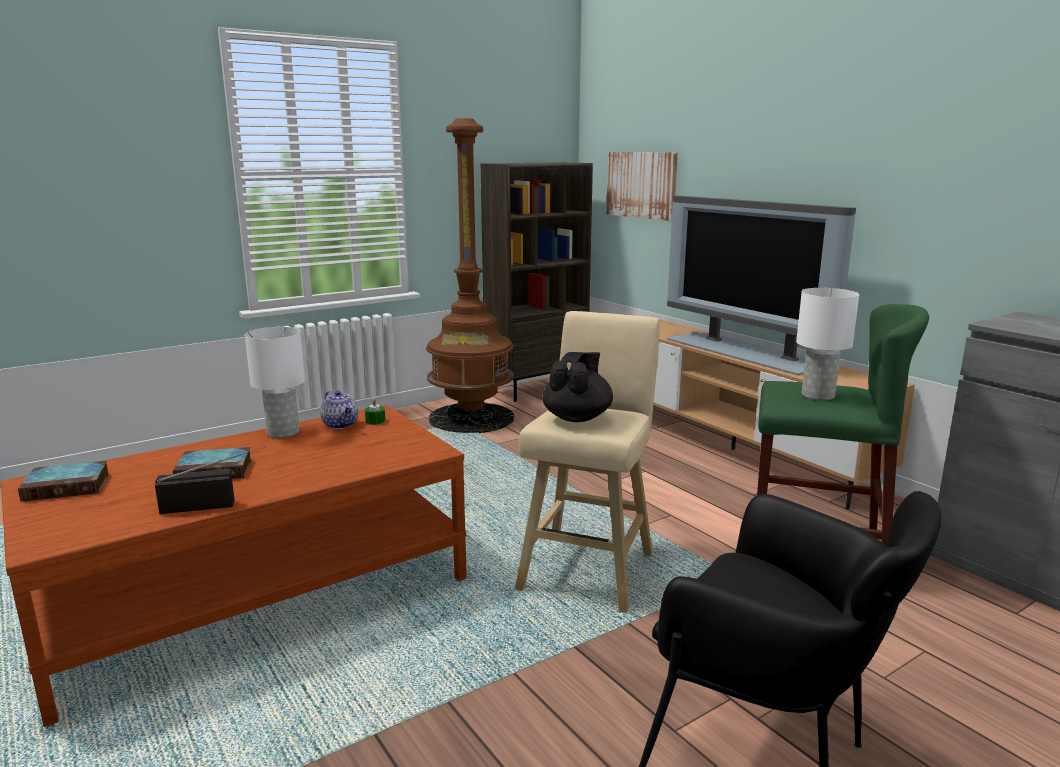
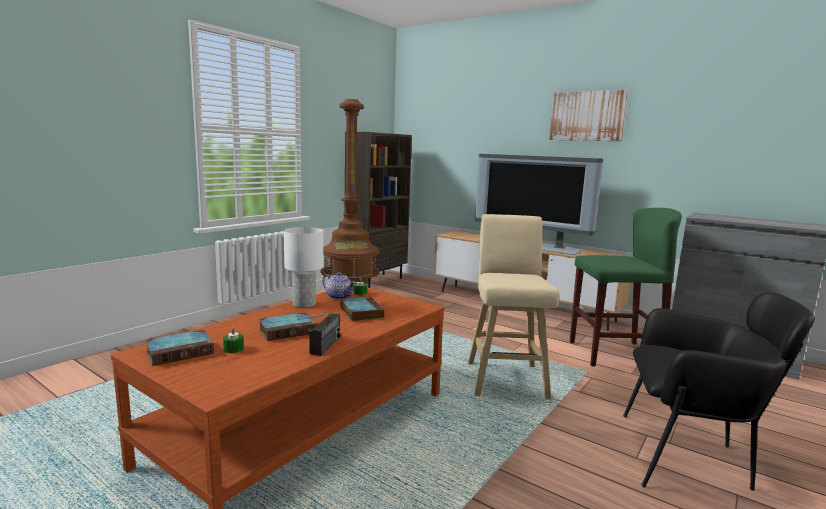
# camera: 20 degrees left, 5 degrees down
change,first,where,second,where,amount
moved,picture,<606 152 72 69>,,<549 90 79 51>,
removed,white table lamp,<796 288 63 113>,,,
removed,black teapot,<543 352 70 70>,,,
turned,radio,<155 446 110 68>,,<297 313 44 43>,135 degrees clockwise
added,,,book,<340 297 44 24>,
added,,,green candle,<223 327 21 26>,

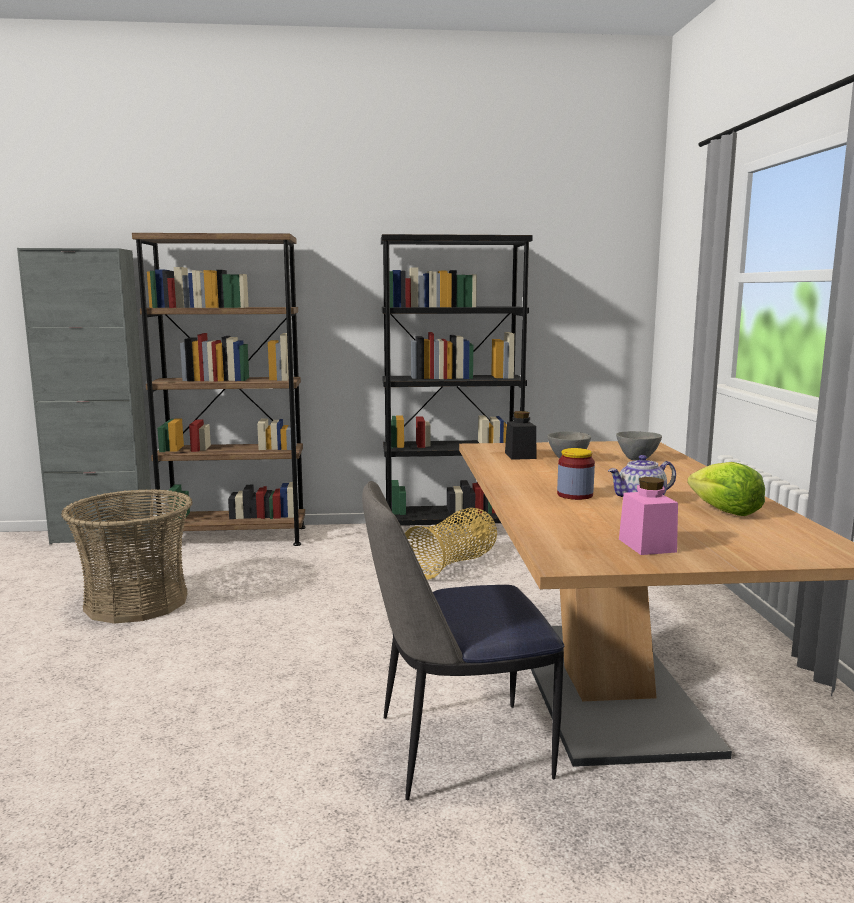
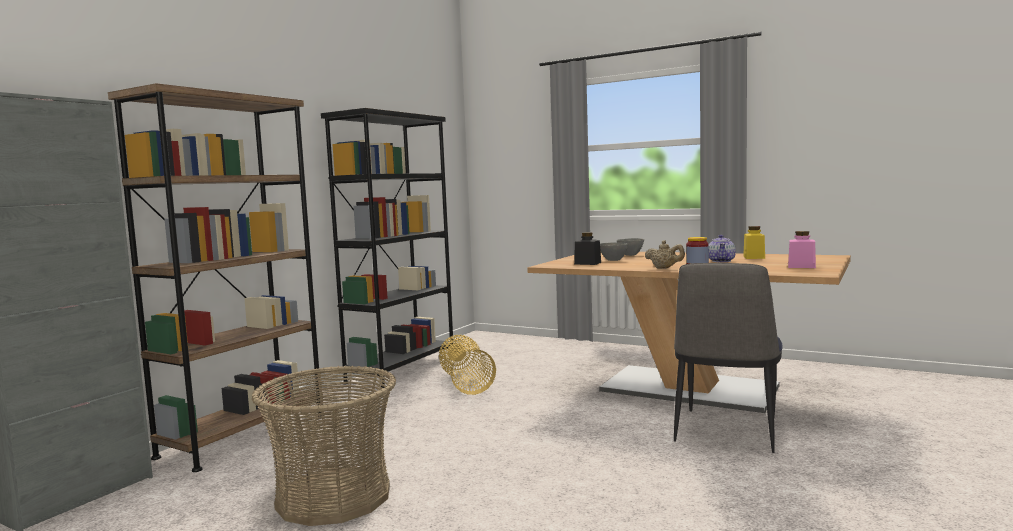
# camera: 55 degrees left, 5 degrees down
change,first,where,second,where,amount
replaced,lettuce,<687 462 78 54>,yellow jar,<743 226 22 33>,
added,,,beige teapot,<645 240 40 29>,

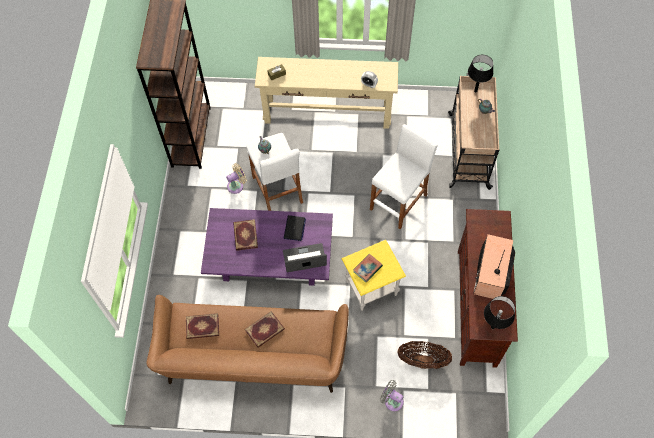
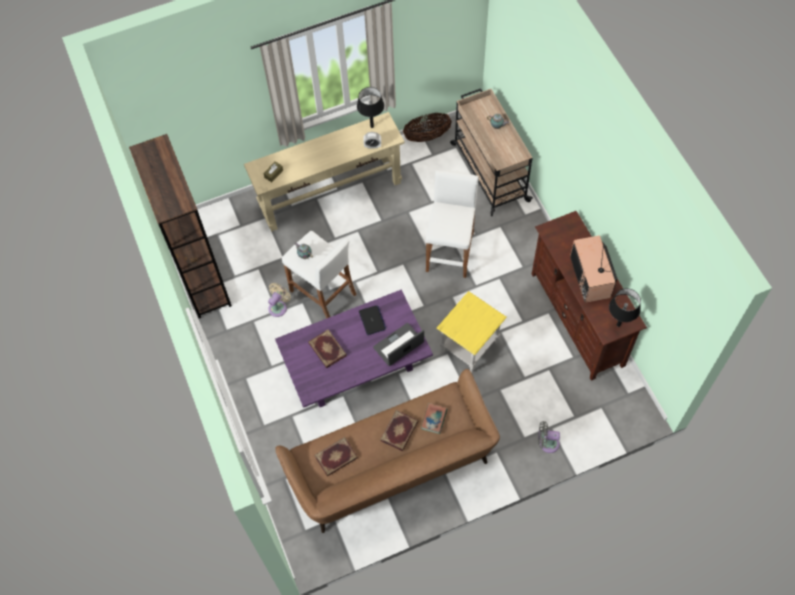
# camera: 25 degrees left, 0 degrees up
change,first,where,second,where,amount
moved,black table lamp,<468 55 25 37>,,<357 87 27 41>,
moved,book,<353 254 30 28>,,<421 403 26 31>,
moved,basket,<397 341 55 28>,,<403 113 49 29>,

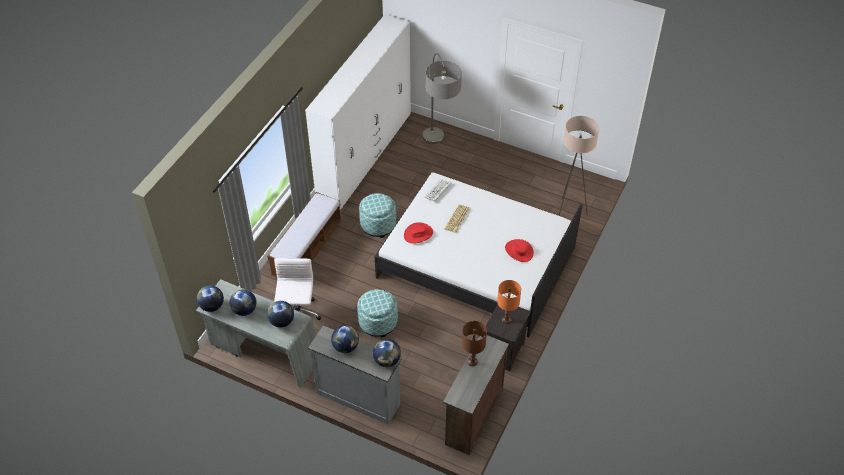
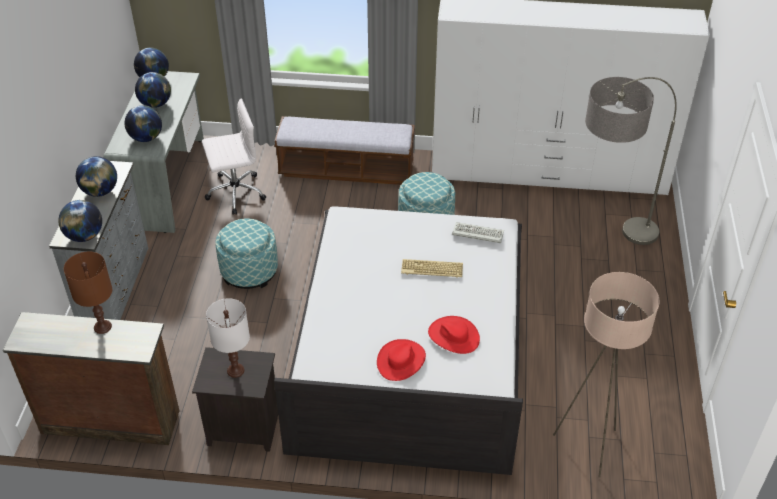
# camera: 70 degrees right, 5 degrees down
change,first,where,second,where,amount
moved,red hat,<404 222 29 22>,,<428 316 52 38>,
recoloured,orange table lamp,<497 280 24 44>,white table lamp,<206 298 44 80>,

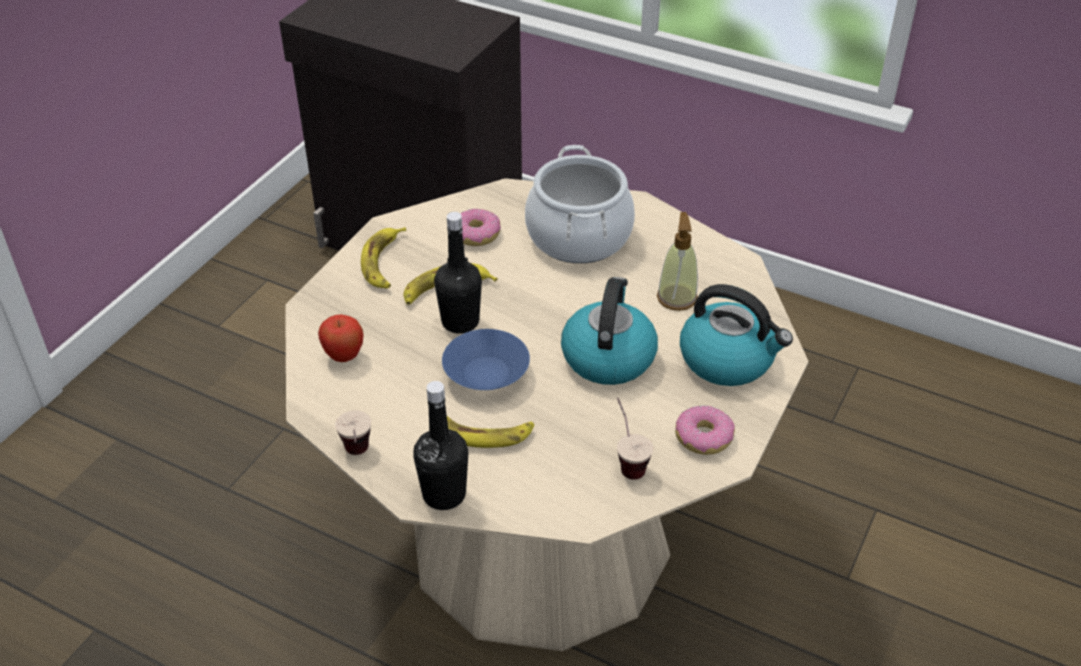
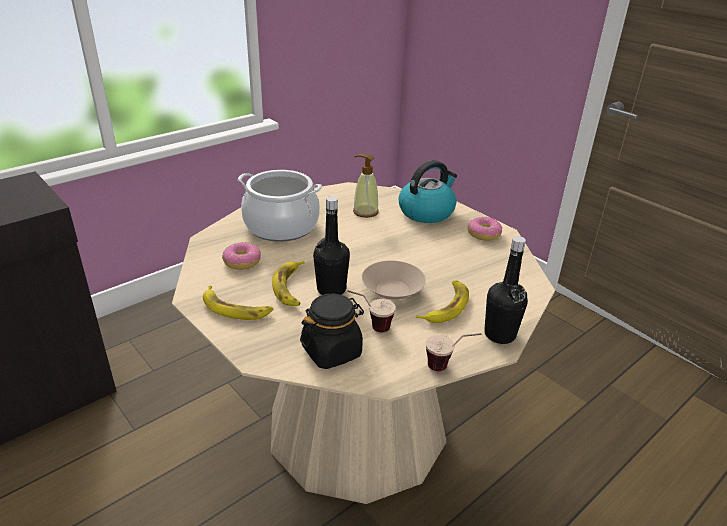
# camera: 70 degrees left, 10 degrees down
change,first,where,second,where,amount
removed,kettle,<561 277 97 108>,,,
replaced,apple,<318 315 46 47>,black jar,<300 294 64 75>,
recoloured,blue bowl,<442 329 88 61>,beige bowl,<362 261 64 39>,
moved,cup,<617 398 36 82>,,<347 290 49 42>,

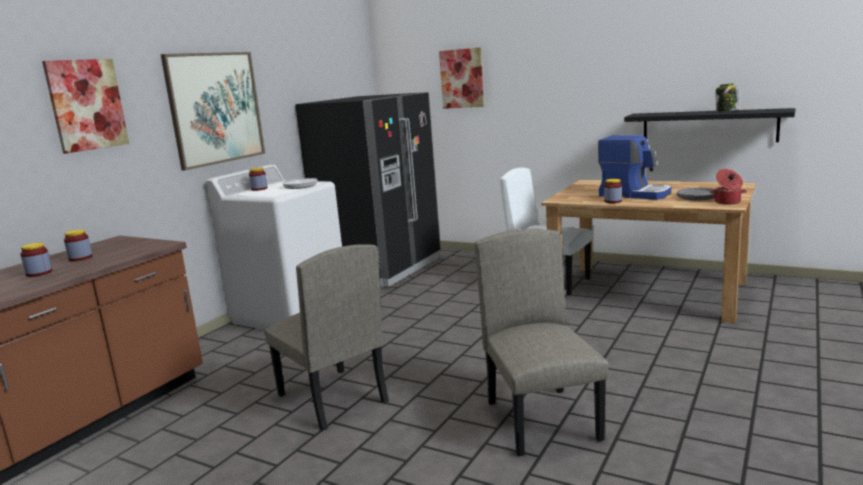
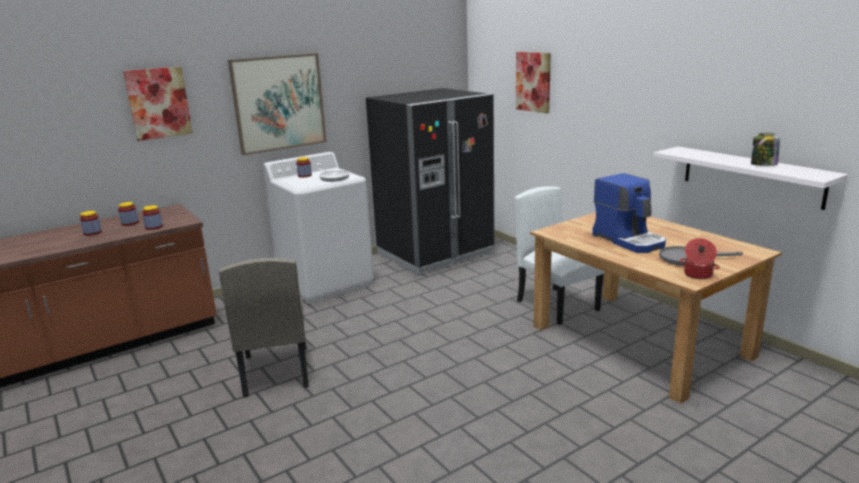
# camera: 25 degrees right, 5 degrees up
change,first,where,second,where,amount
recoloured,black shelf,<624 108 172 34>,white shelf,<653 146 195 64>,
moved,jar,<604 179 18 24>,,<142 205 21 25>,
removed,beige chair,<475 229 134 227>,,,

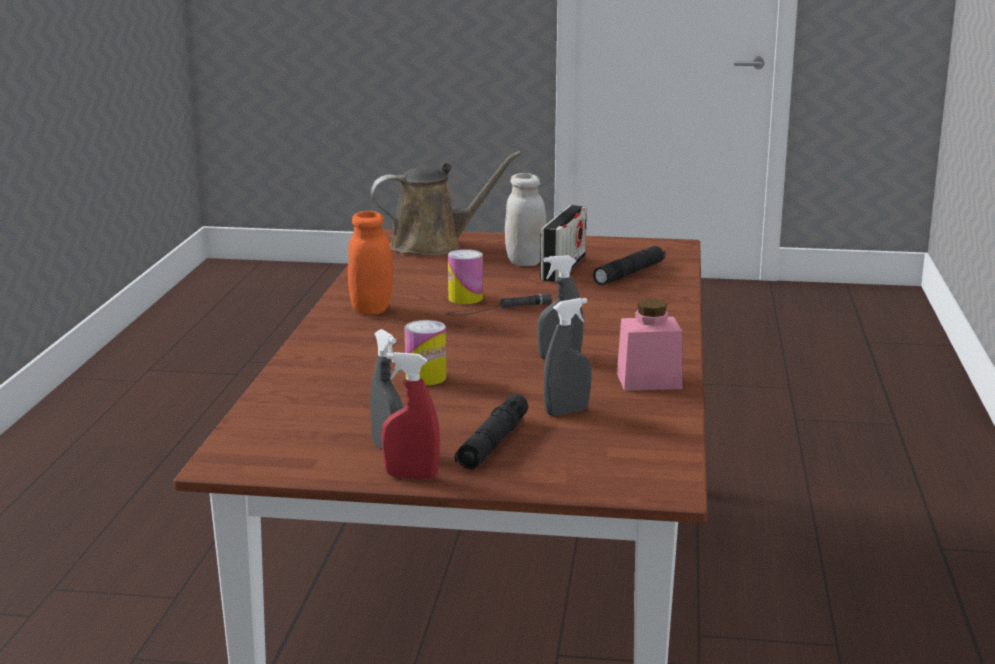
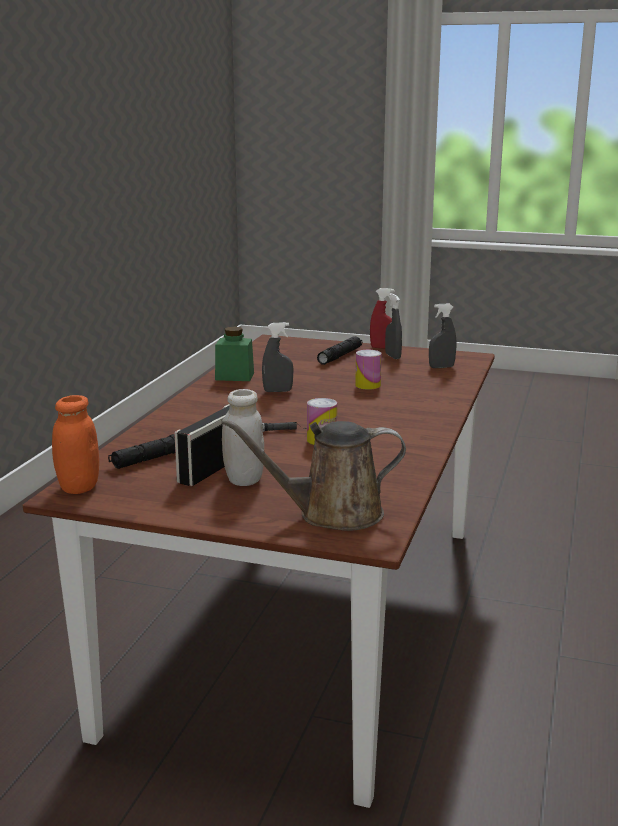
# camera: 170 degrees left, 0 degrees up
change,first,where,second,where,amount
moved,orange jar,<348 211 45 103>,,<52 395 47 99>,
moved,grey spray bottle,<543 298 48 118>,,<429 304 27 64>,
recoloured,pink jar,<617 299 66 92>,green jar,<215 327 39 54>,

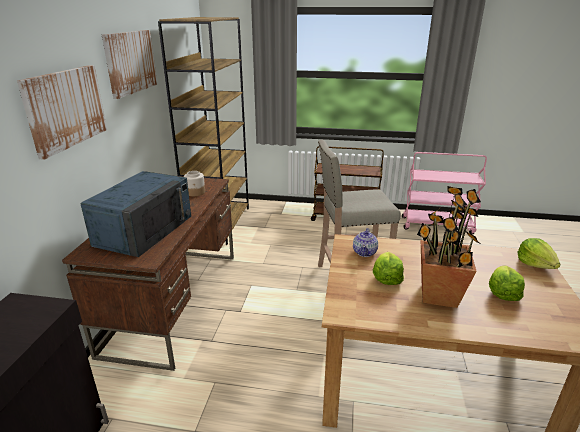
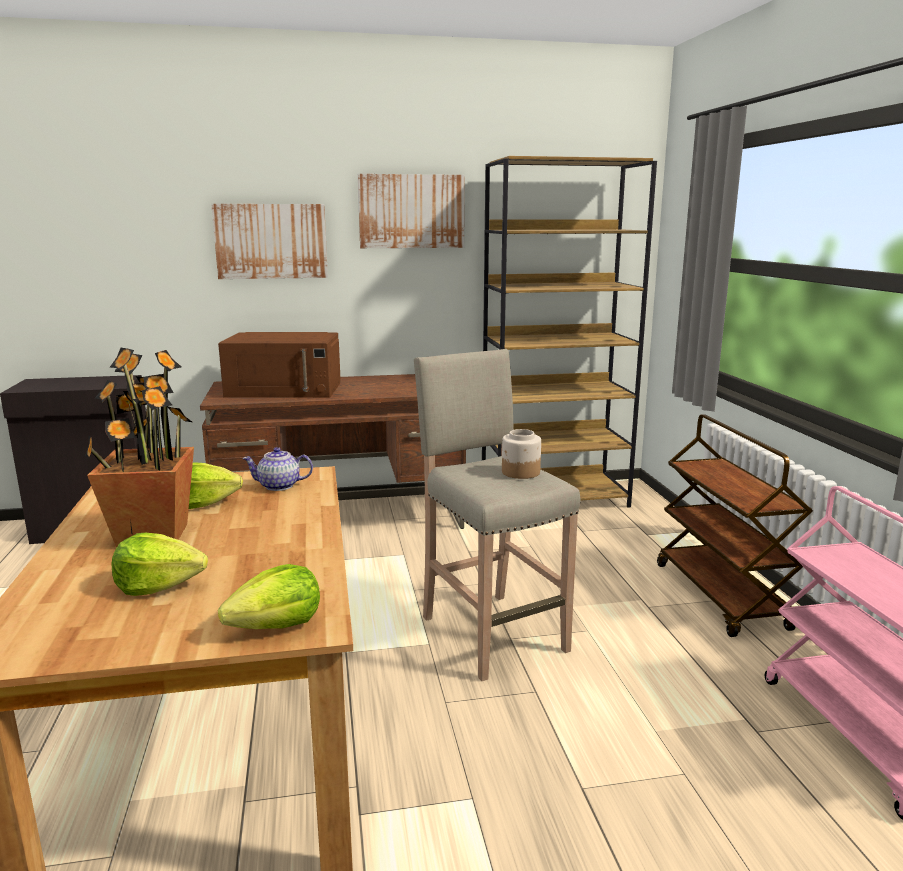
# camera: 70 degrees right, 10 degrees down
change,first,where,second,where,amount
recoloured,blue microwave,<81 171 110 86>,brown microwave,<218 332 123 66>,
moved,jar,<184 171 21 25>,,<502 429 39 50>,

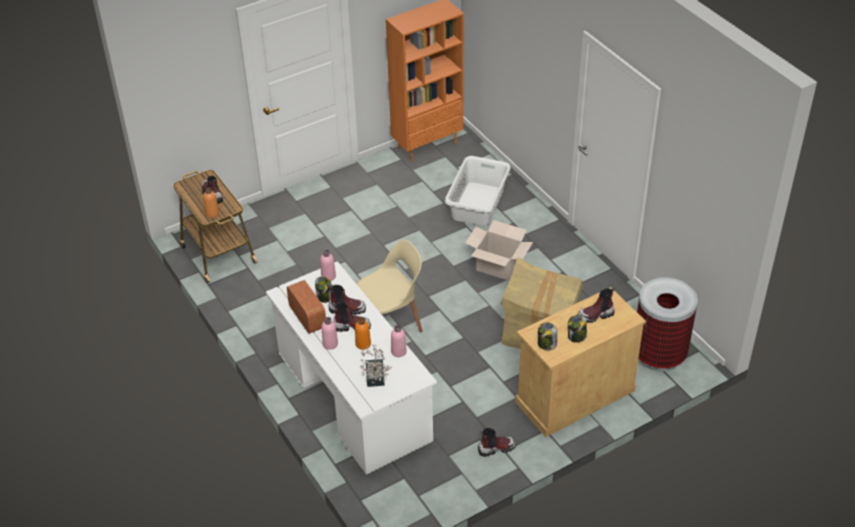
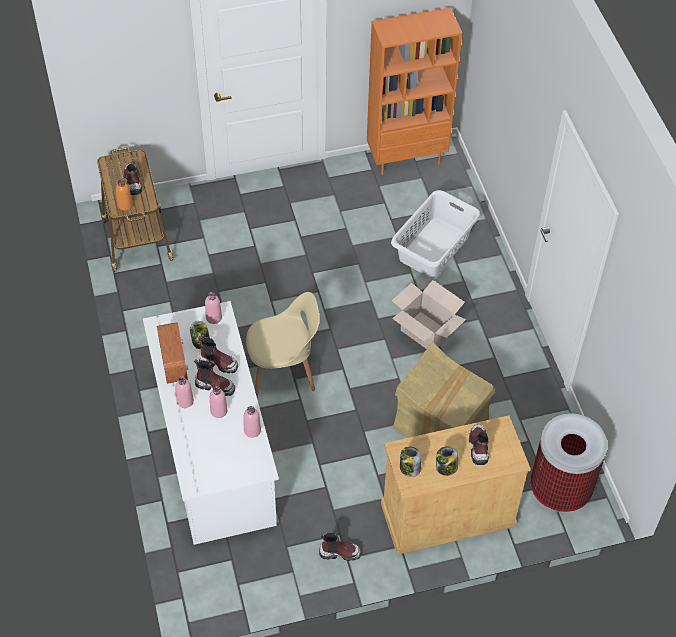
# camera: 15 degrees right, 10 degrees up
change,first,where,second,where,amount
turned,boot,<577 287 38 36>,,<469 424 20 41>,90 degrees clockwise
recoloured,orange bottle,<355 317 16 33>,pink bottle,<210 386 17 32>,
removed,potted plant,<360 345 32 42>,,,

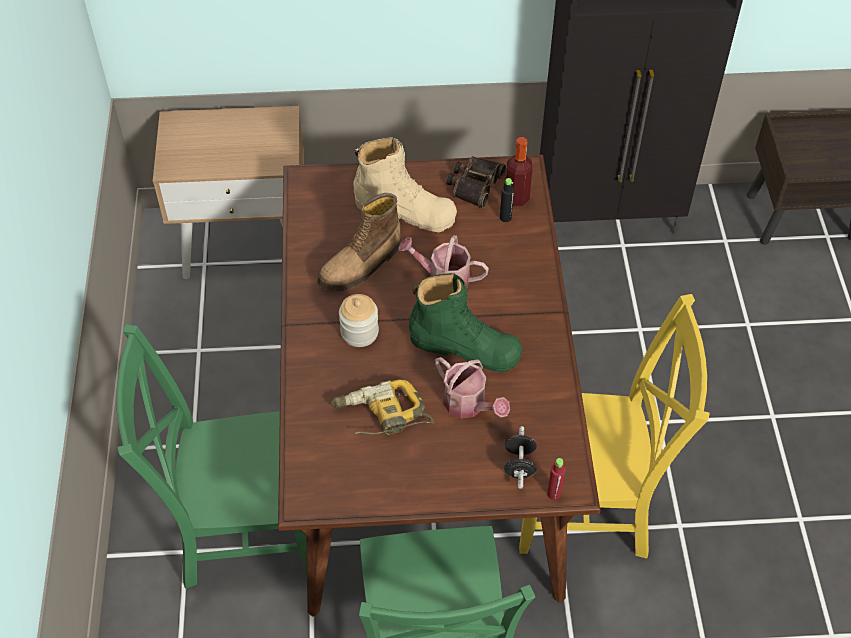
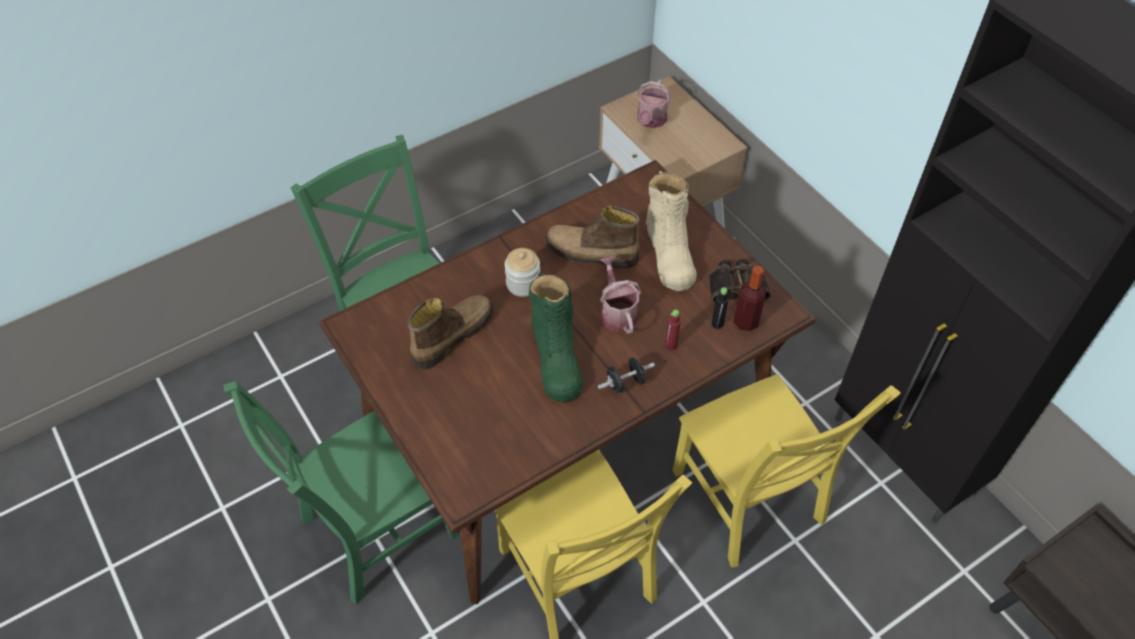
# camera: 60 degrees right, 0 degrees up
change,first,where,second,where,amount
moved,watering can,<435 357 75 61>,,<637 80 34 48>,
replaced,power drill,<331 379 103 56>,boot,<408 295 86 74>,
moved,black dumbbell,<504 426 33 63>,,<598 357 57 37>,
moved,red bottle,<547 458 19 42>,,<665 310 16 41>,
added,,,yellow chair,<673 374 228 194>,

